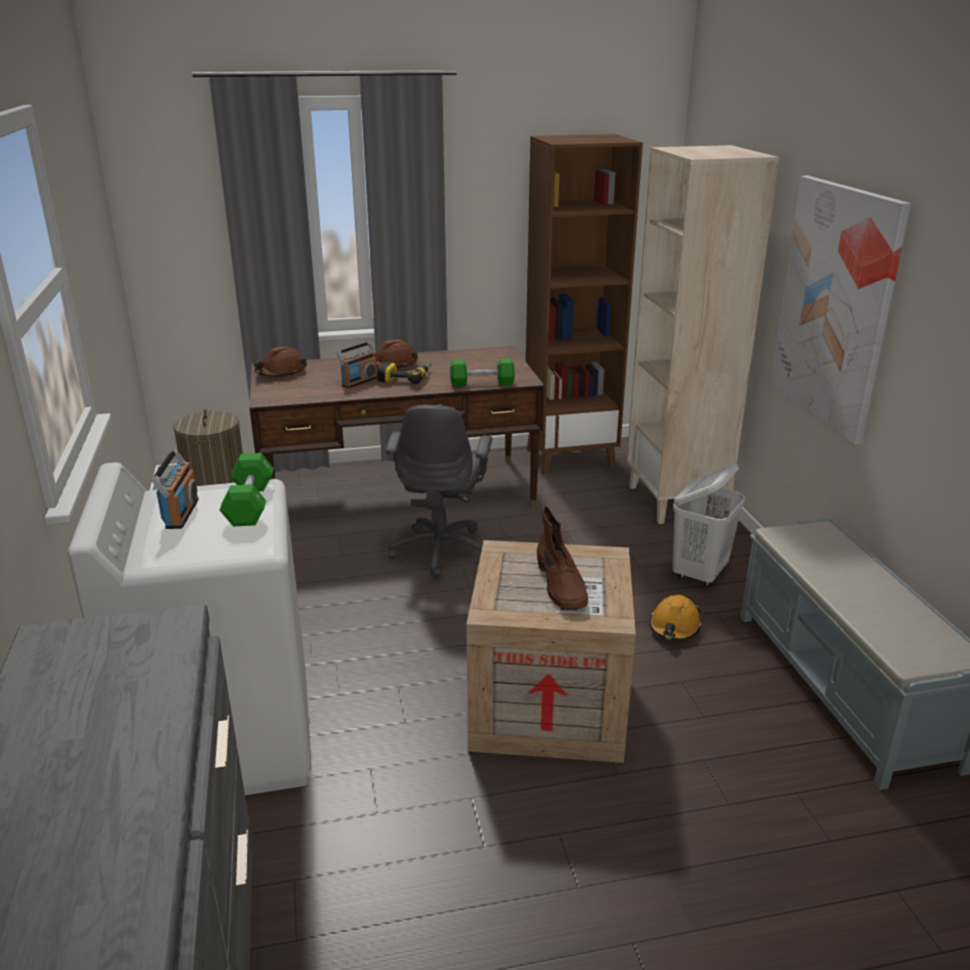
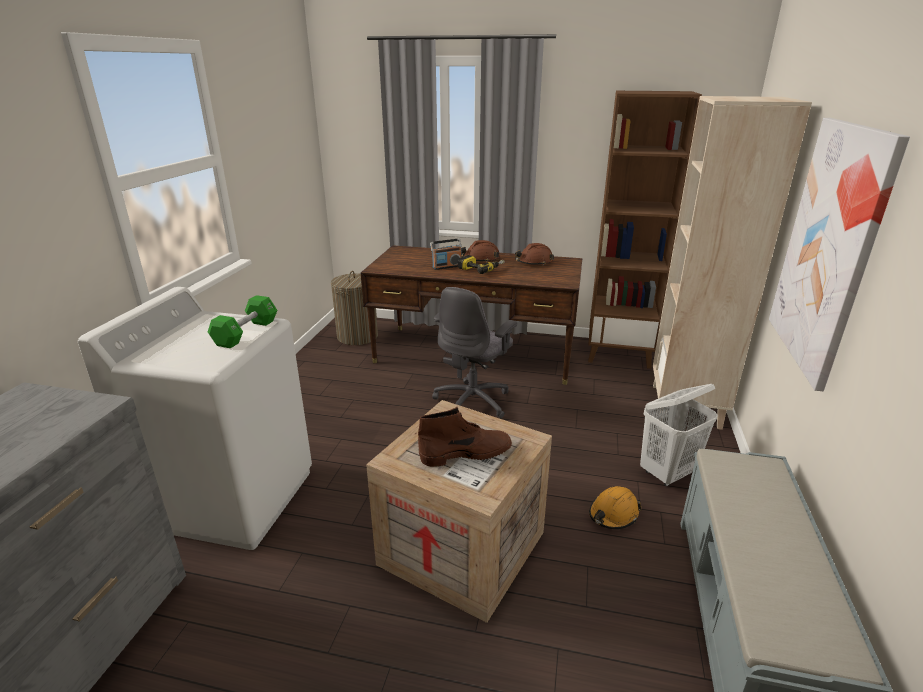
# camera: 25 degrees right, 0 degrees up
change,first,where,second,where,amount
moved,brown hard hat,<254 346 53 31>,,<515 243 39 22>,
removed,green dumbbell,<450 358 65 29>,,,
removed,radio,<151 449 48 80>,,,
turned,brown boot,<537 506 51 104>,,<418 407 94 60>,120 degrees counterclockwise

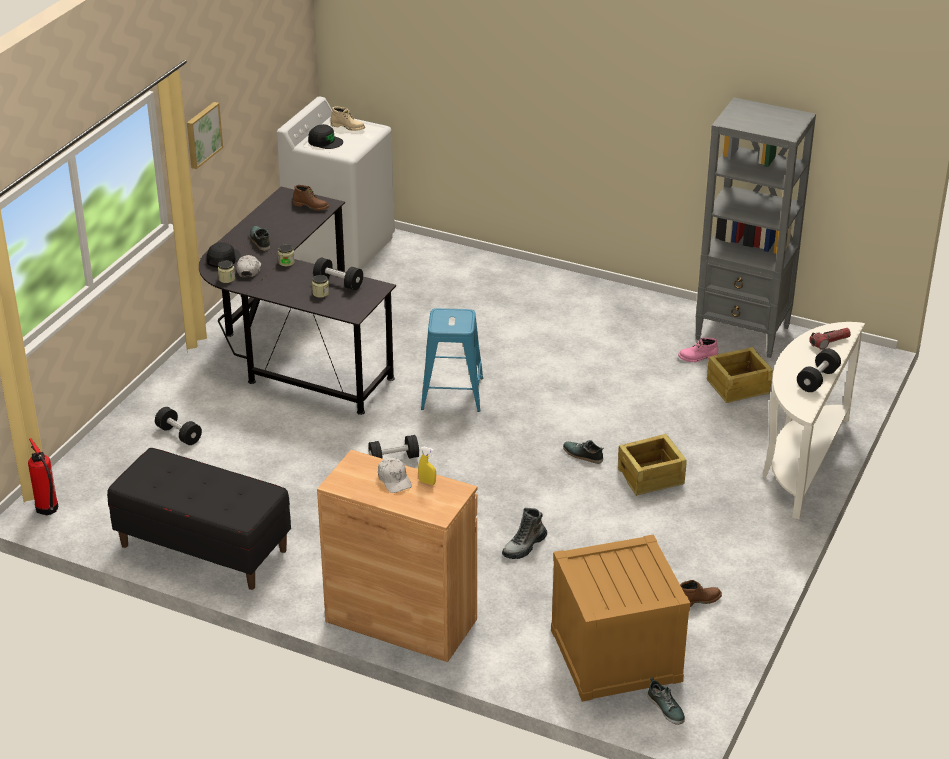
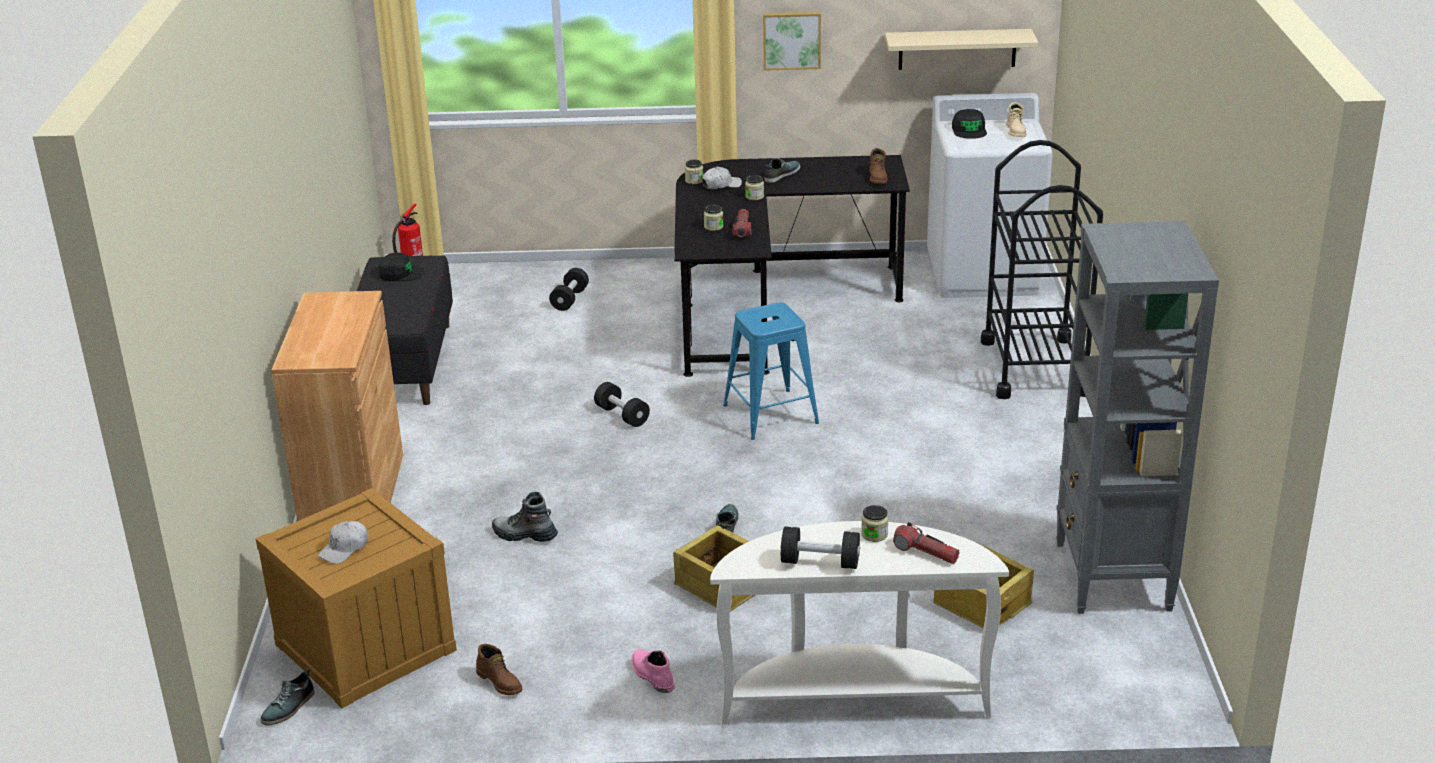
# camera: 65 degrees right, 5 degrees down
change,first,where,second,where,amount
moved,black cap,<207 242 34 26>,,<379 253 45 28>,
replaced,black dumbbell,<313 257 50 33>,flashlight,<732 209 19 28>,
moved,pink boot,<678 338 40 24>,,<631 649 44 44>,
removed,yellow spray bottle,<418 447 18 38>,,,
moved,white cap,<378 458 34 35>,,<318 521 50 43>,
added,,,beige shelf,<885 29 153 41>,
added,,,black cart,<981 140 122 259>,
added,,,jar,<861 505 28 37>,

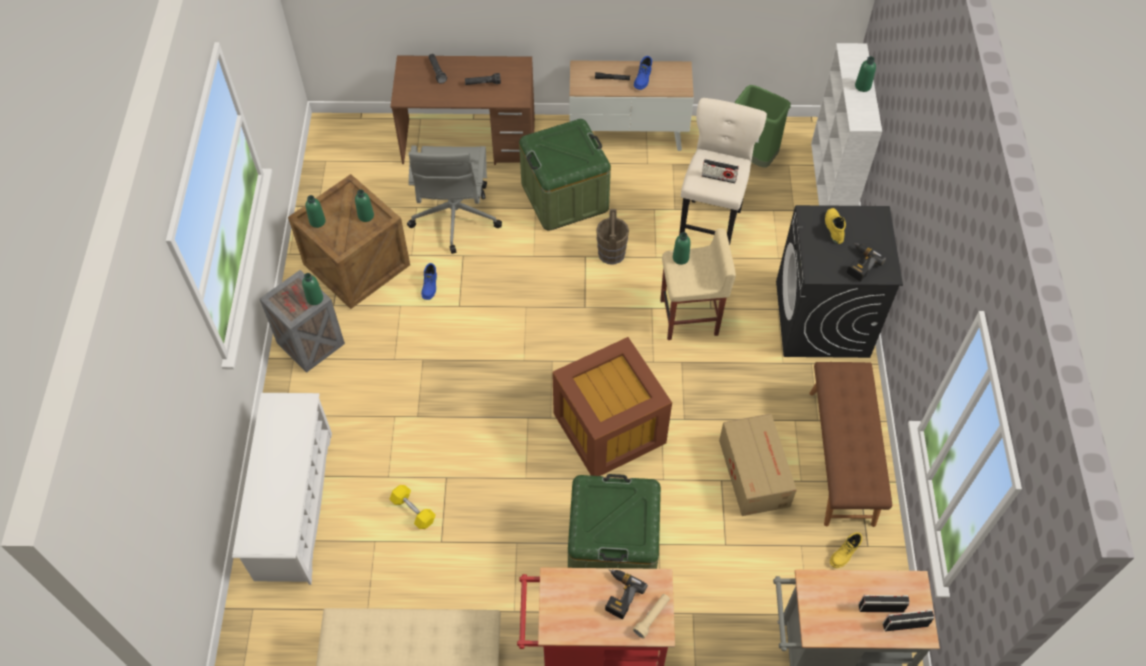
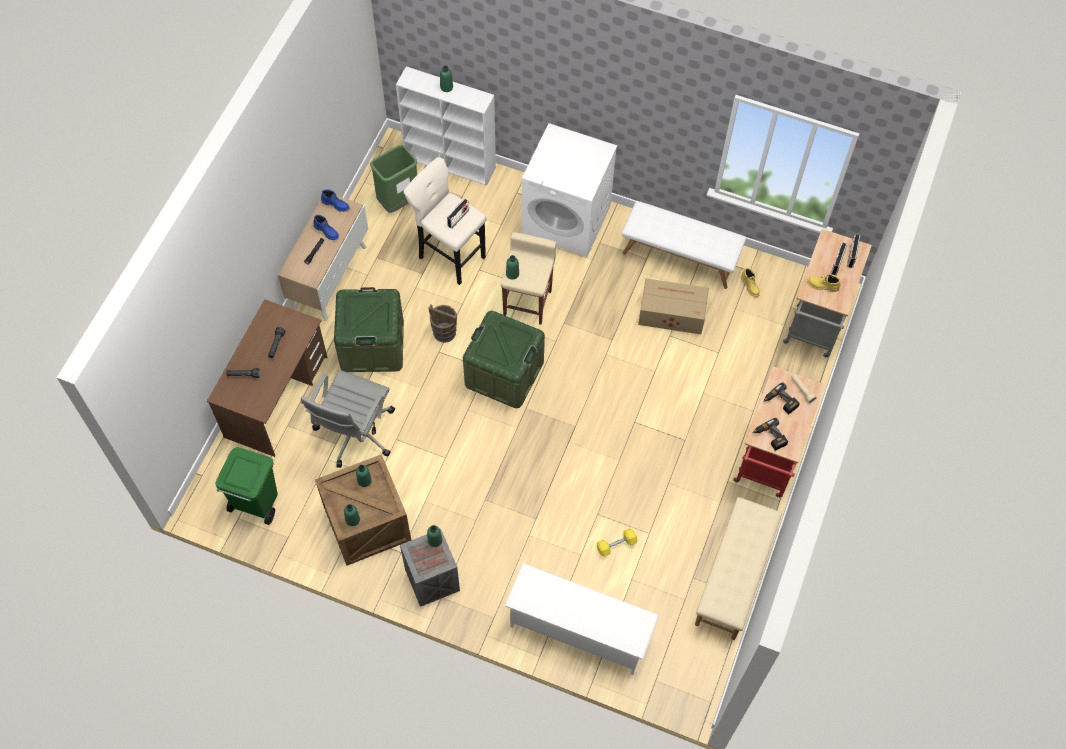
# camera: 70 degrees left, 5 degrees up
change,first,where,second,where,amount
turned,grey office chair,<407 146 95 108>,,<301 370 94 98>,90 degrees clockwise
recoloured,black washing machine,<776 205 127 153>,white washing machine,<522 123 95 134>,
moved,yellow boot,<825 208 21 36>,,<807 274 33 18>,
moved,power drill,<847 243 39 39>,,<753 418 35 33>,
moved,blue boot,<421 263 16 37>,,<321 189 28 23>,
removed,brown storage box,<552 337 120 139>,,,
recoloured,brown bench,<809 362 83 165>,white bench,<622 201 124 88>,
moved,green storage box,<568 474 93 95>,,<463 311 82 97>,
added,,,green trash can,<215 447 63 78>,

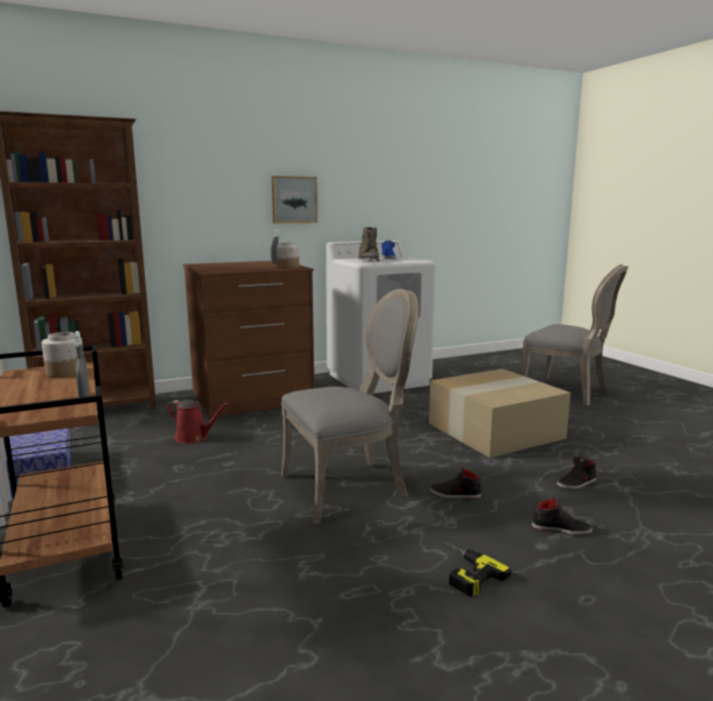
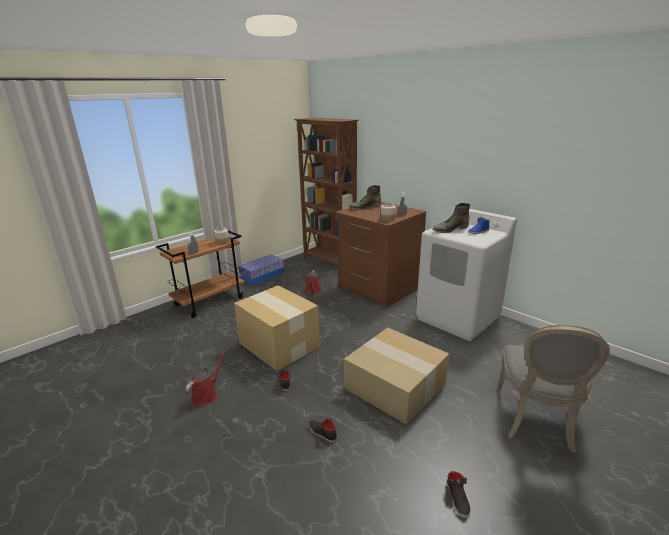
# camera: 70 degrees right, 10 degrees up
change,first,where,second,where,amount
removed,picture,<272 176 46 48>,,,
replaced,grey chair,<281 289 138 235>,cardboard box,<234 285 86 86>,
moved,black shoe,<532 497 60 38>,,<447 471 23 47>,
replaced,power drill,<445 542 66 55>,red watering can,<185 350 41 56>,
added,,,green boot,<349 185 32 25>,

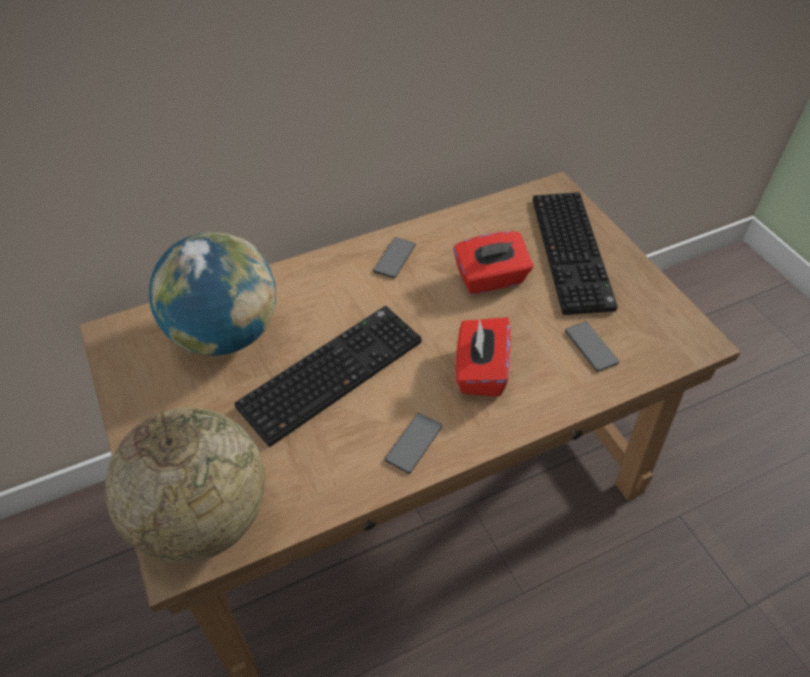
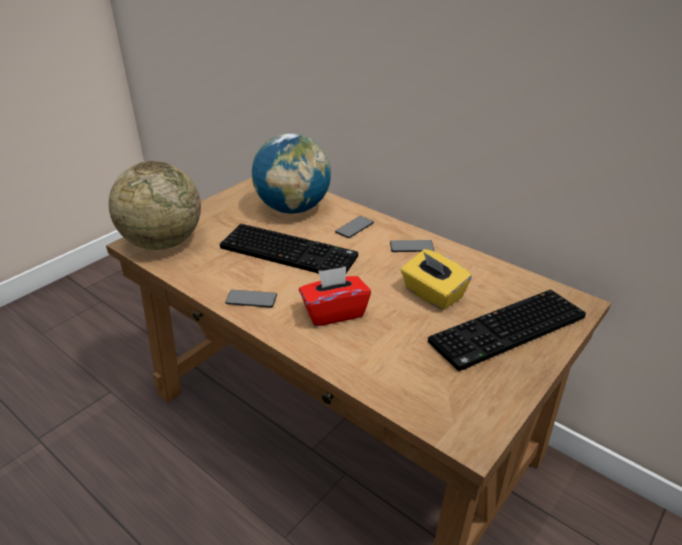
# camera: 65 degrees right, 15 degrees down
change,first,where,second,where,amount
recoloured,red tissue box,<453 231 80 63>,yellow tissue box,<401 249 71 61>,
moved,phone,<565 322 54 50>,,<335 216 39 22>,

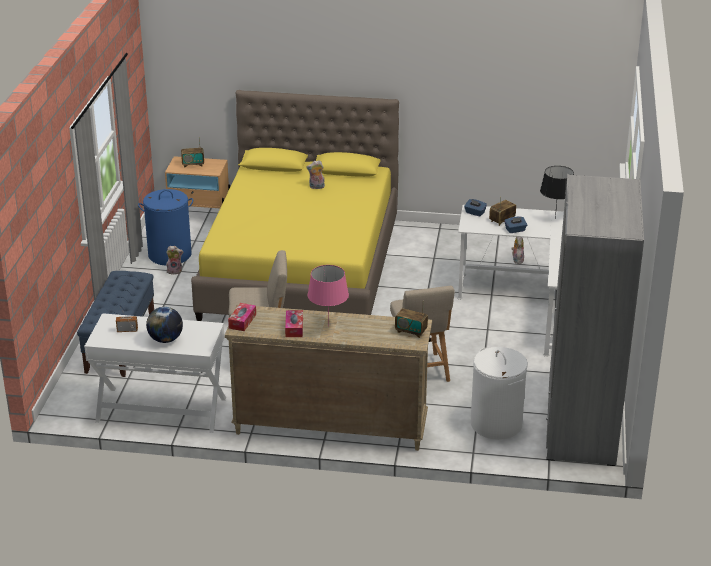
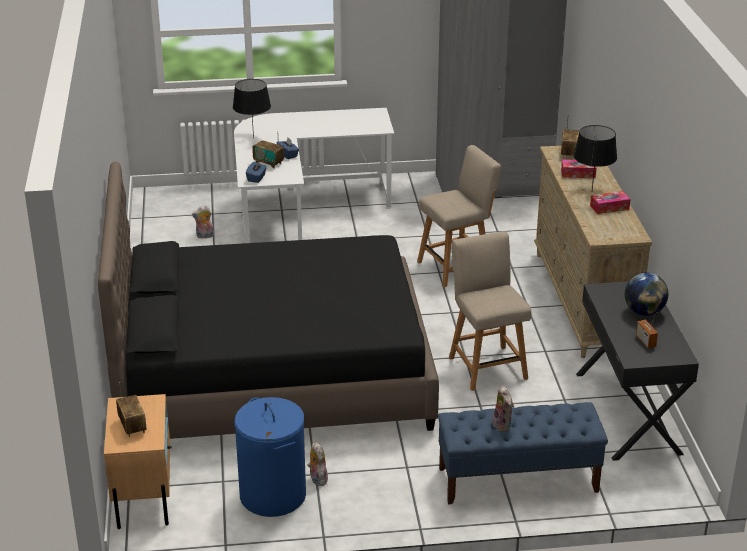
# camera: 105 degrees left, 0 degrees up
change,first,where,second,where,amount
recoloured,yellow bed,<191 90 208 231>,black bed,<98 161 341 278>,
moved,plush toy,<306 160 19 29>,,<491 386 23 46>,
recoloured,pink table lamp,<308 265 41 62>,black table lamp,<573 125 44 65>,
moved,tissue box,<228 303 28 28>,,<561 159 36 19>,
recoloured,white desk,<84 313 142 120>,black desk,<576 281 123 180>,
removed,white laundry basket,<470 347 58 93>,,,

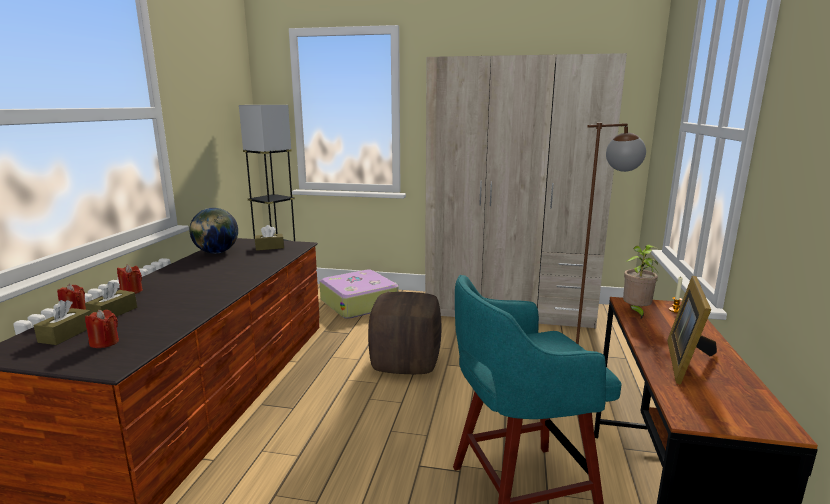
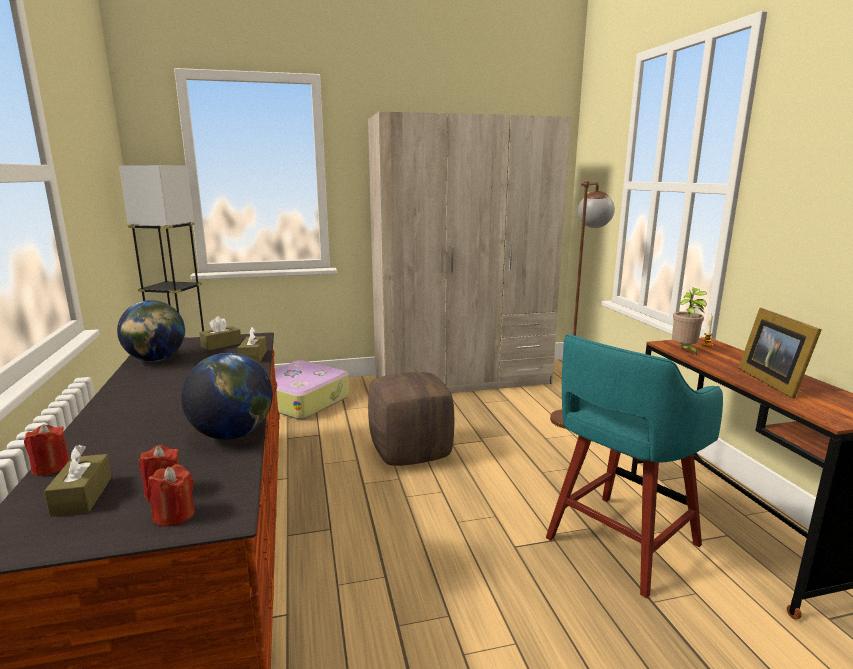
# camera: 25 degrees left, 0 degrees up
change,first,where,second,where,amount
moved,red candle,<117 265 26 29>,,<148 464 47 62>,
moved,brown tissue box,<85 282 52 35>,,<238 327 29 36>,
added,,,globe,<181 353 92 87>,

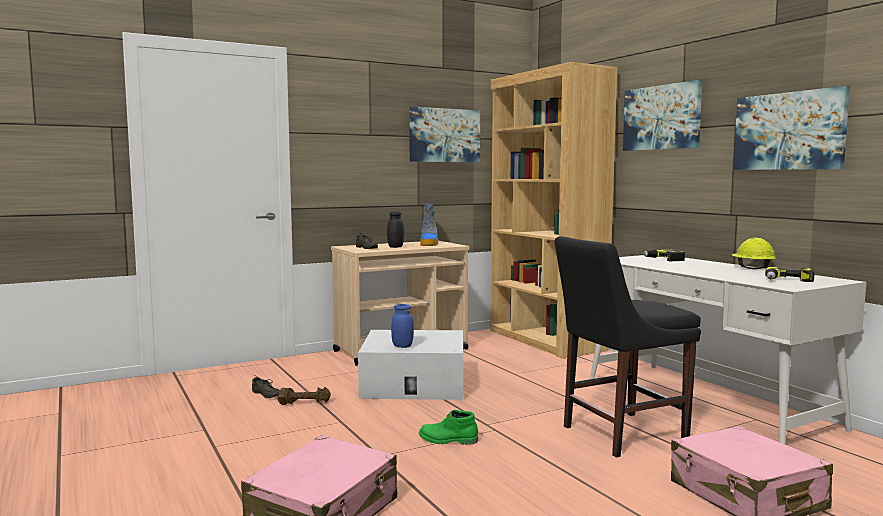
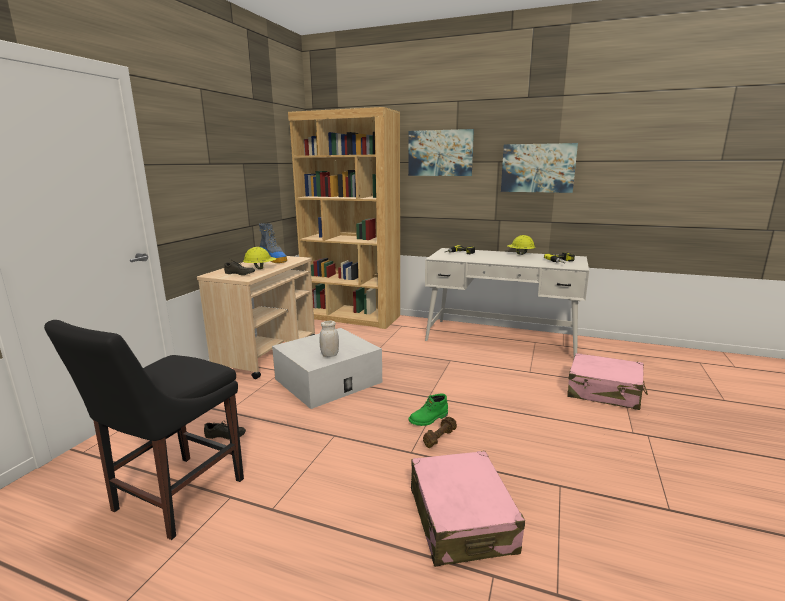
# camera: 40 degrees left, 10 degrees up
change,first,where,second,where,amount
removed,picture,<409 107 71 55>,,,
replaced,black jar,<387 212 17 36>,yellow hard hat,<243 247 33 22>,
moved,black chair,<555 236 146 222>,,<44 320 200 220>,
recoloured,blue jar,<391 304 23 44>,white jar,<320 321 19 36>,
moved,brown dumbbell,<278 387 53 18>,,<423 417 34 31>,

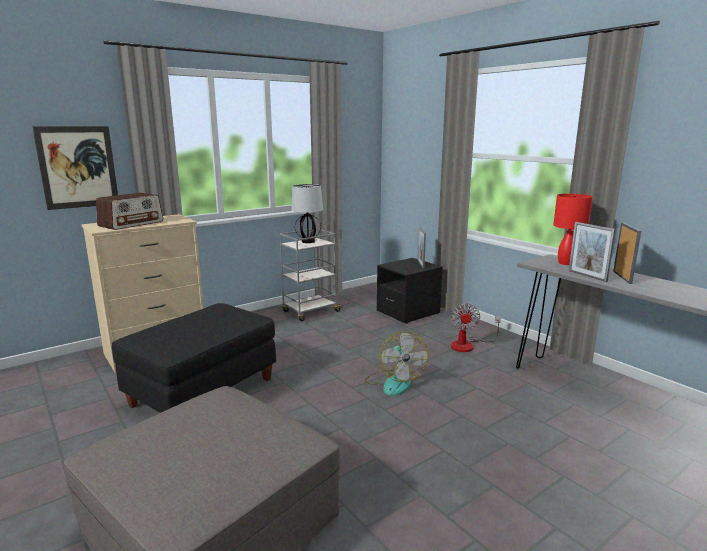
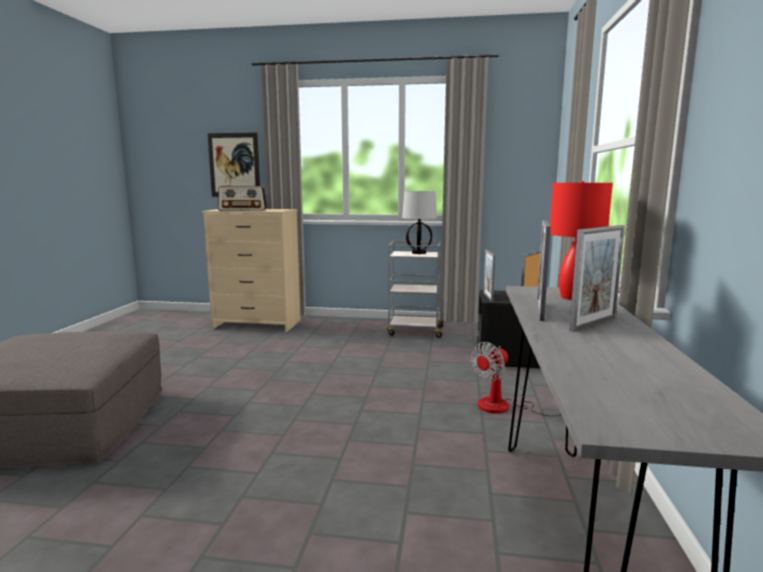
# camera: 45 degrees right, 5 degrees down
change,first,where,second,where,amount
removed,black ottoman,<112 303 164 110>,,,
removed,fan,<365 331 63 65>,,,
added,,,picture frame,<483 250 12 52>,

